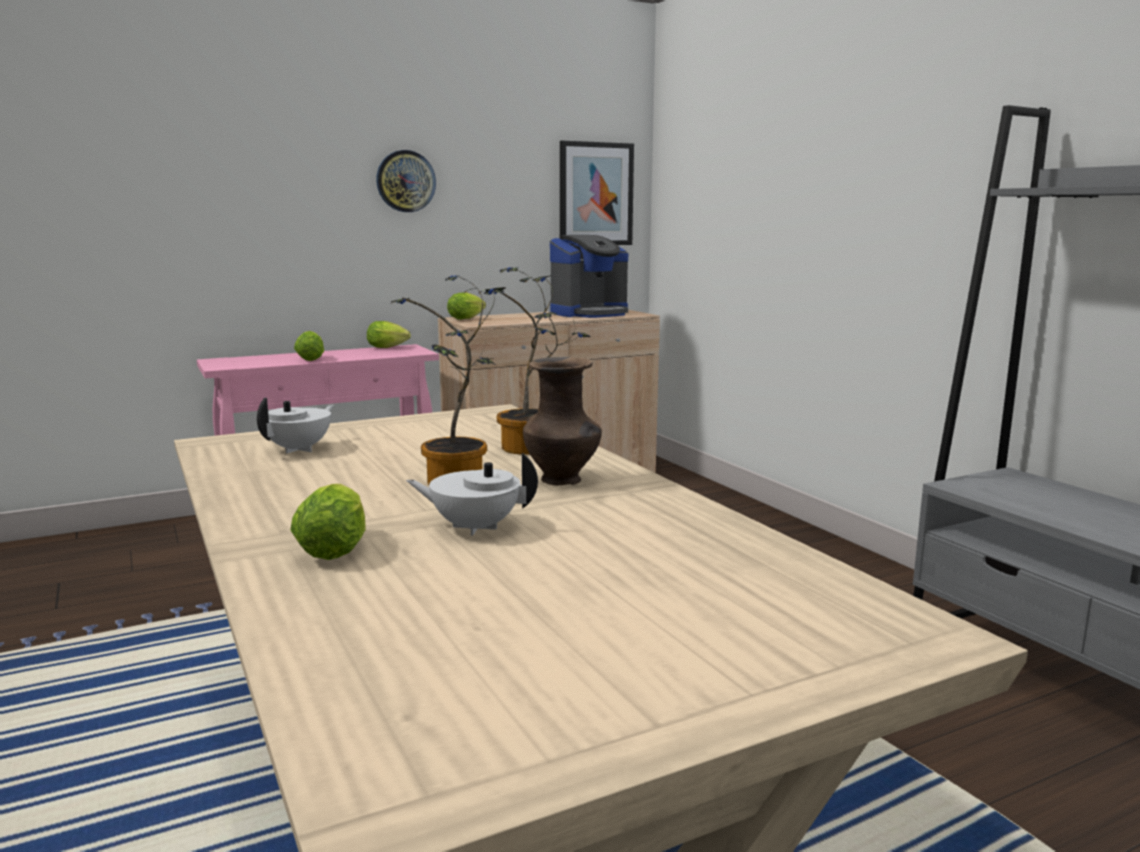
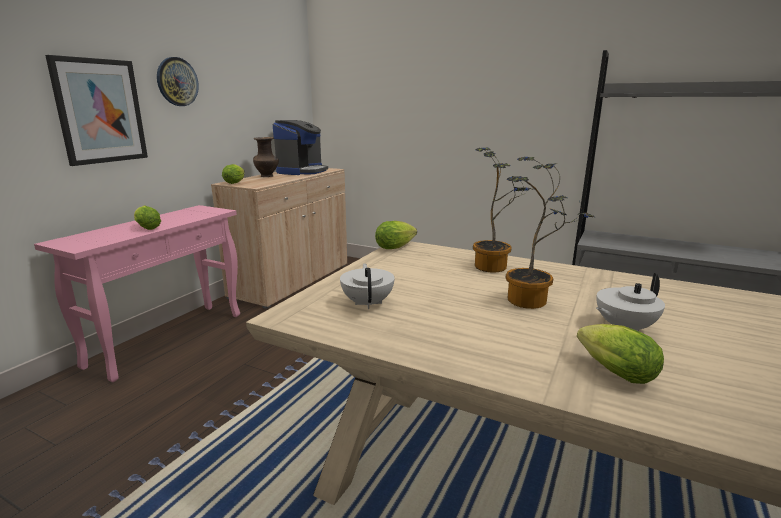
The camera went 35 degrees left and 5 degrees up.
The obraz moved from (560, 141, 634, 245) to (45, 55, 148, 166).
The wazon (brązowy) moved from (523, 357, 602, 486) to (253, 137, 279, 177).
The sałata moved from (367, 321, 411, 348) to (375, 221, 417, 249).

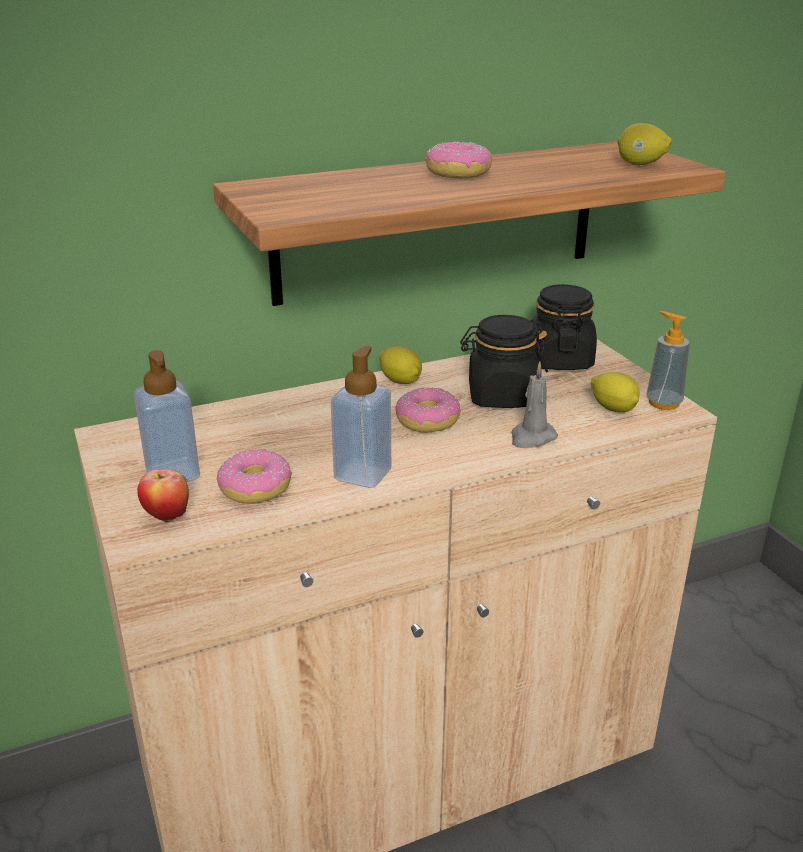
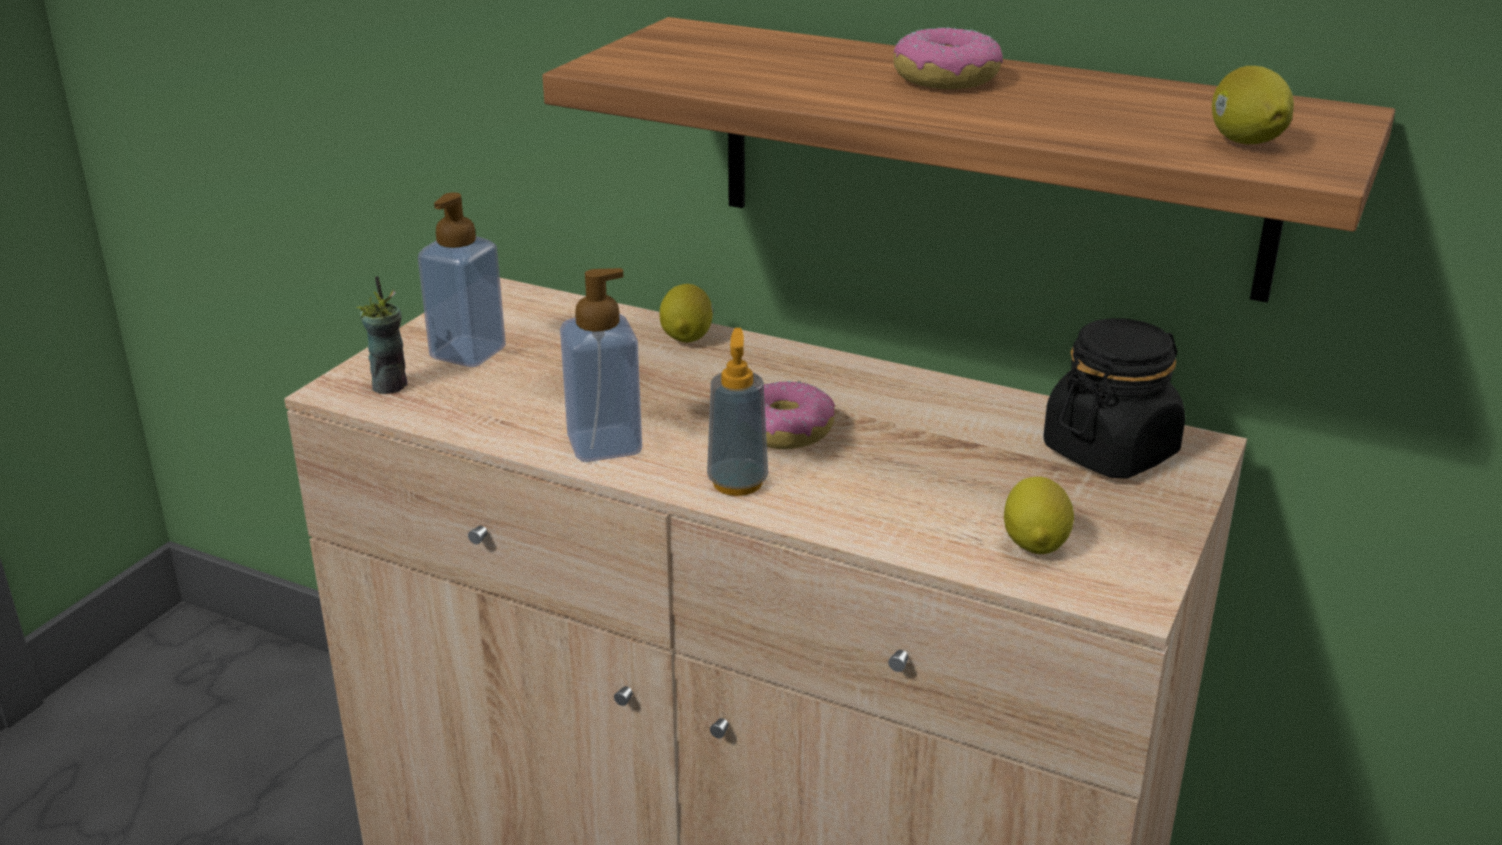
The camera went 50 degrees right and 0 degrees up.
The jabłko at (137, 469, 189, 523) was replaced by the filiżanka at (356, 276, 407, 394).
The cytryna moved from (379, 346, 422, 384) to (660, 284, 713, 343).
The dozownik mydła moved from (646, 311, 690, 410) to (707, 328, 768, 496).
The donut at (217, 449, 292, 504) disappeared.
The słoik (czarny) at (460, 315, 548, 408) disappeared.
The świeca (szary) at (511, 361, 558, 448) disappeared.

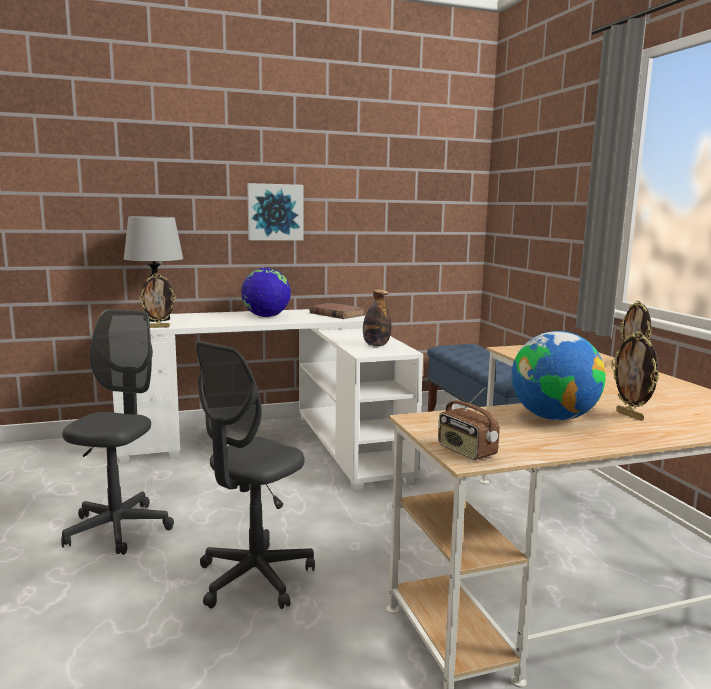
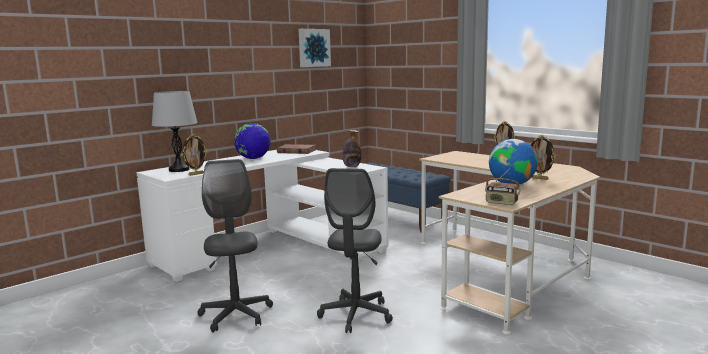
The camera went 25 degrees left and 0 degrees up.
The obraz moved from (247, 183, 303, 240) to (298, 29, 331, 67).

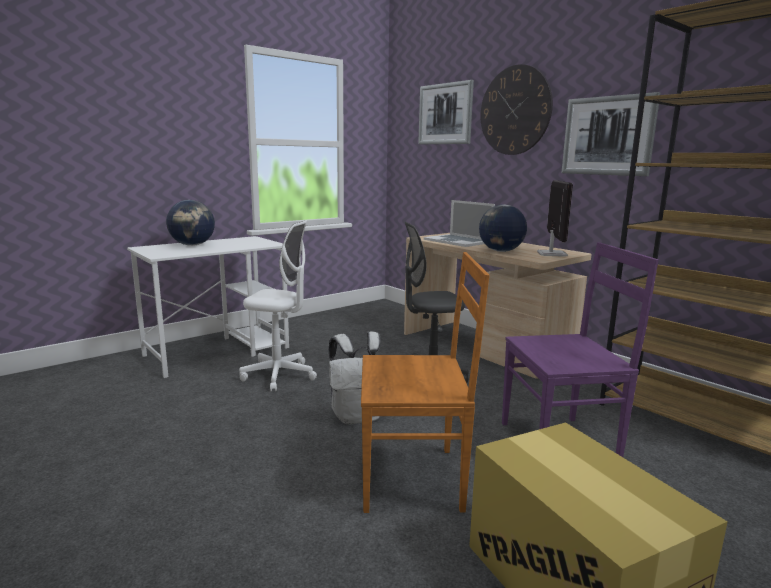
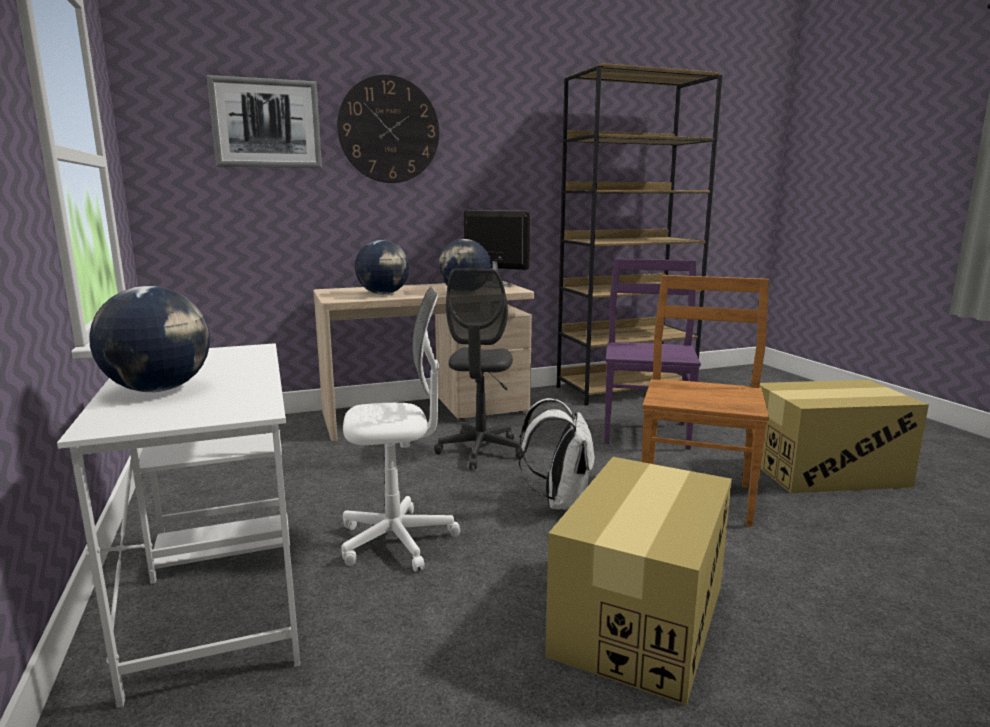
The camera went 70 degrees left and 0 degrees up.
The krzesło biurowe (biały) at (239, 221, 317, 391) turned 45 degrees clockwise.
The laptop at (424, 200, 495, 247) was replaced by the globus at (355, 240, 410, 295).
The karton at (546, 457, 732, 706) appeared.
The obraz at (561, 92, 661, 176) disappeared.

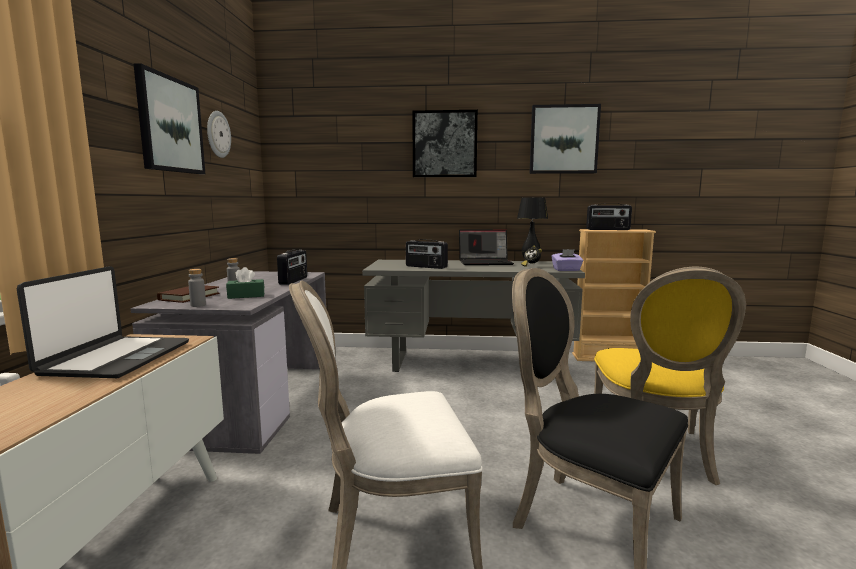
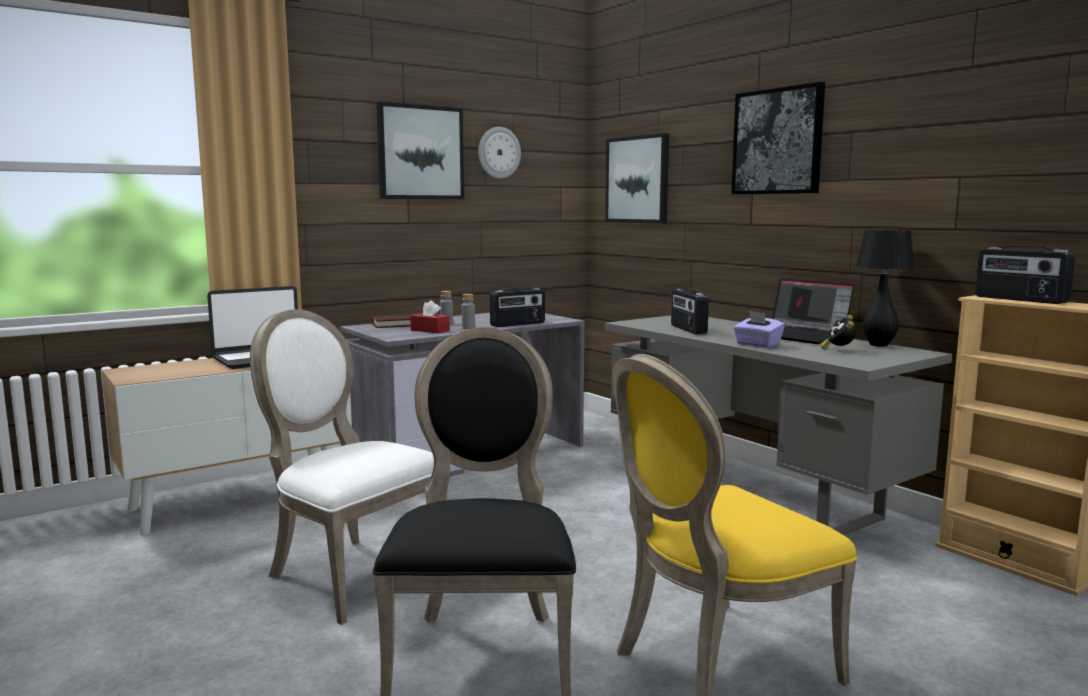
The camera went 50 degrees right and 0 degrees up.
The pudełko chusteczek (zielony) at (226, 267, 264, 299) became the pudełko chusteczek (czerwony) at (410, 300, 450, 333).
The butelka (szary) moved from (188, 269, 206, 307) to (462, 294, 475, 329).
The obraz moved from (529, 104, 601, 174) to (605, 133, 669, 223).
The pudełko chusteczek (fioletowy) moved from (551, 249, 583, 271) to (734, 311, 785, 348).

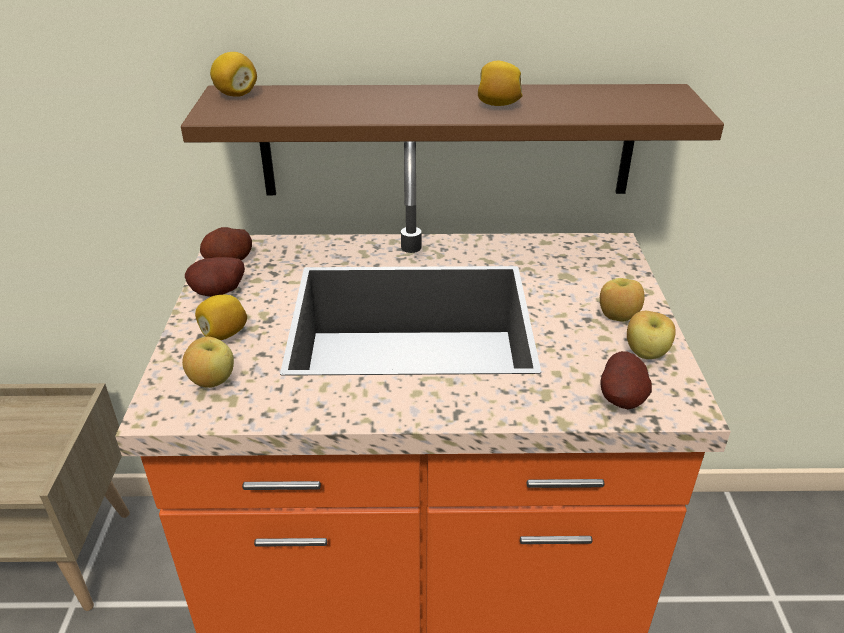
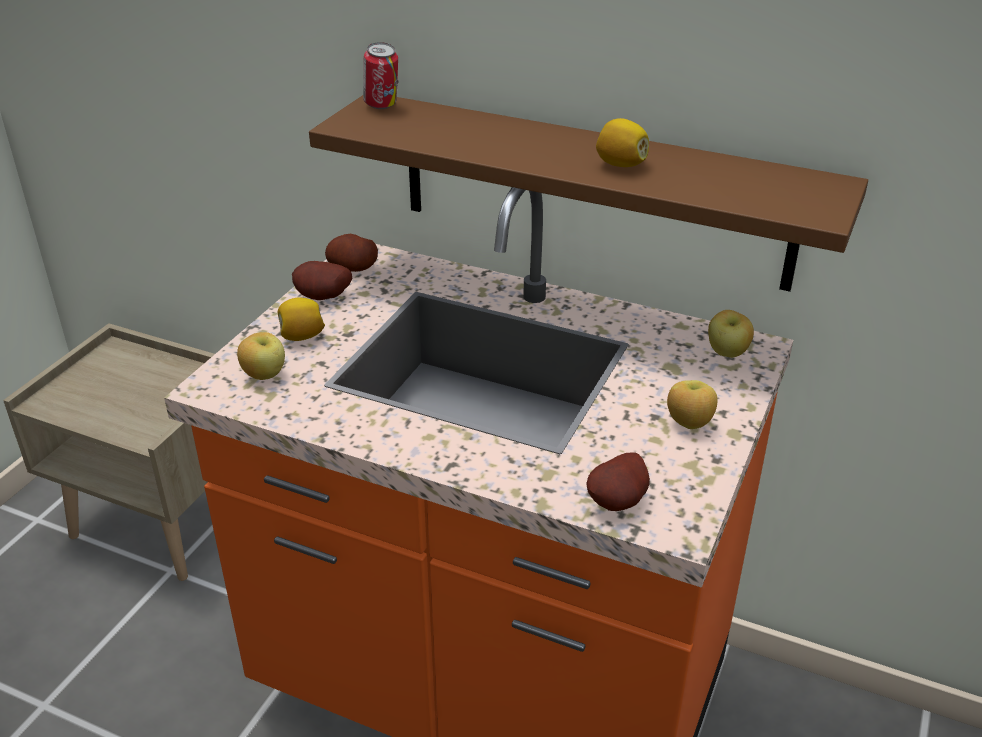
The camera went 25 degrees right and 0 degrees up.
The cytryna at (210, 52, 257, 97) was replaced by the puszka at (363, 42, 398, 109).
The jabłko moved from (627, 311, 676, 359) to (708, 310, 754, 358).

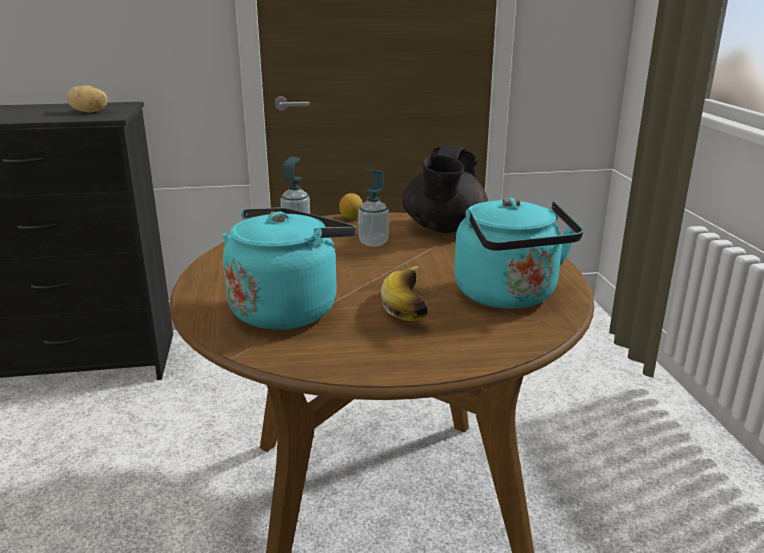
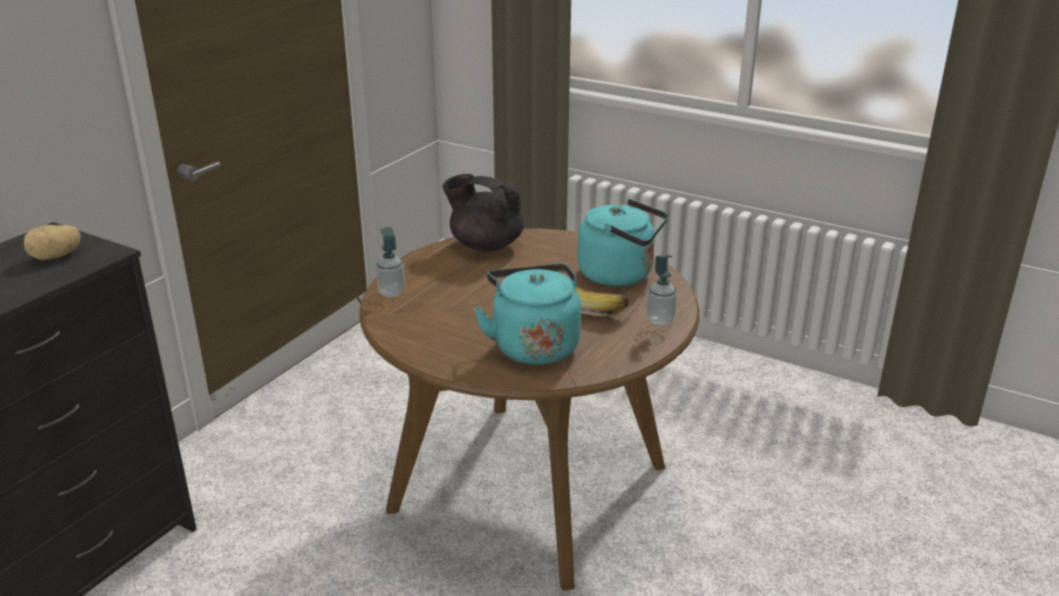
The camera went 50 degrees left and 5 degrees up.
The imbryk (czarny) at (402, 145, 488, 233) turned 150 degrees clockwise.
The dozownik mydła moved from (358, 168, 389, 247) to (646, 255, 677, 326).
The cytryna at (339, 193, 363, 219) disappeared.

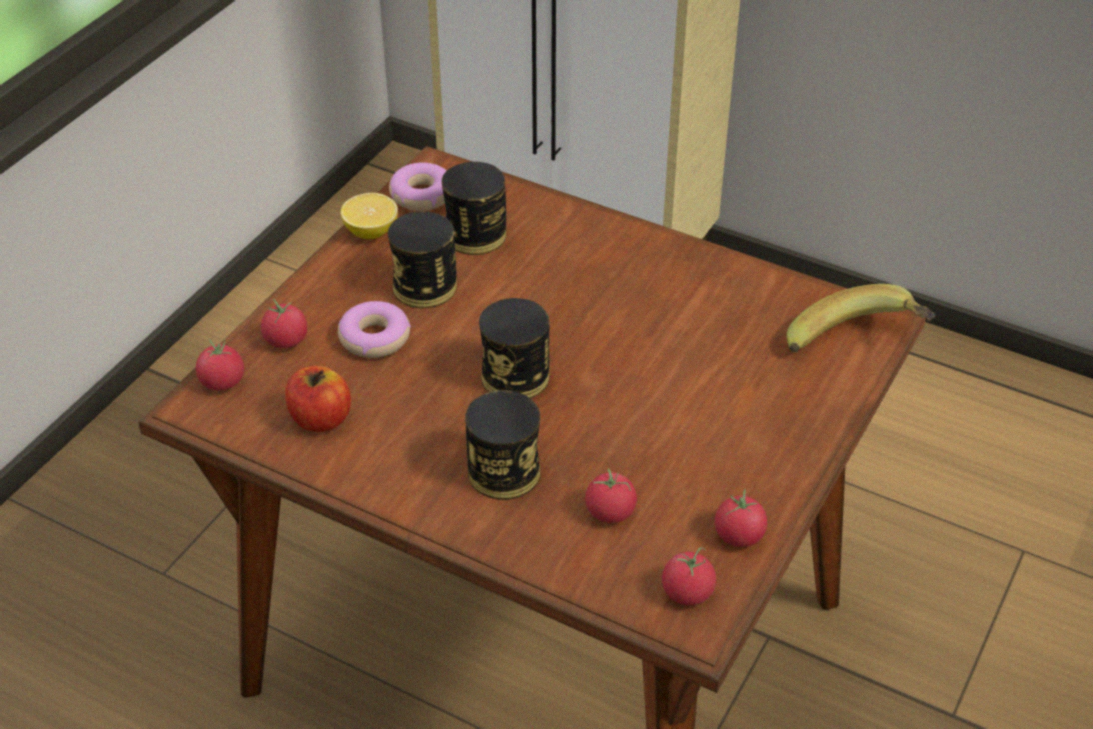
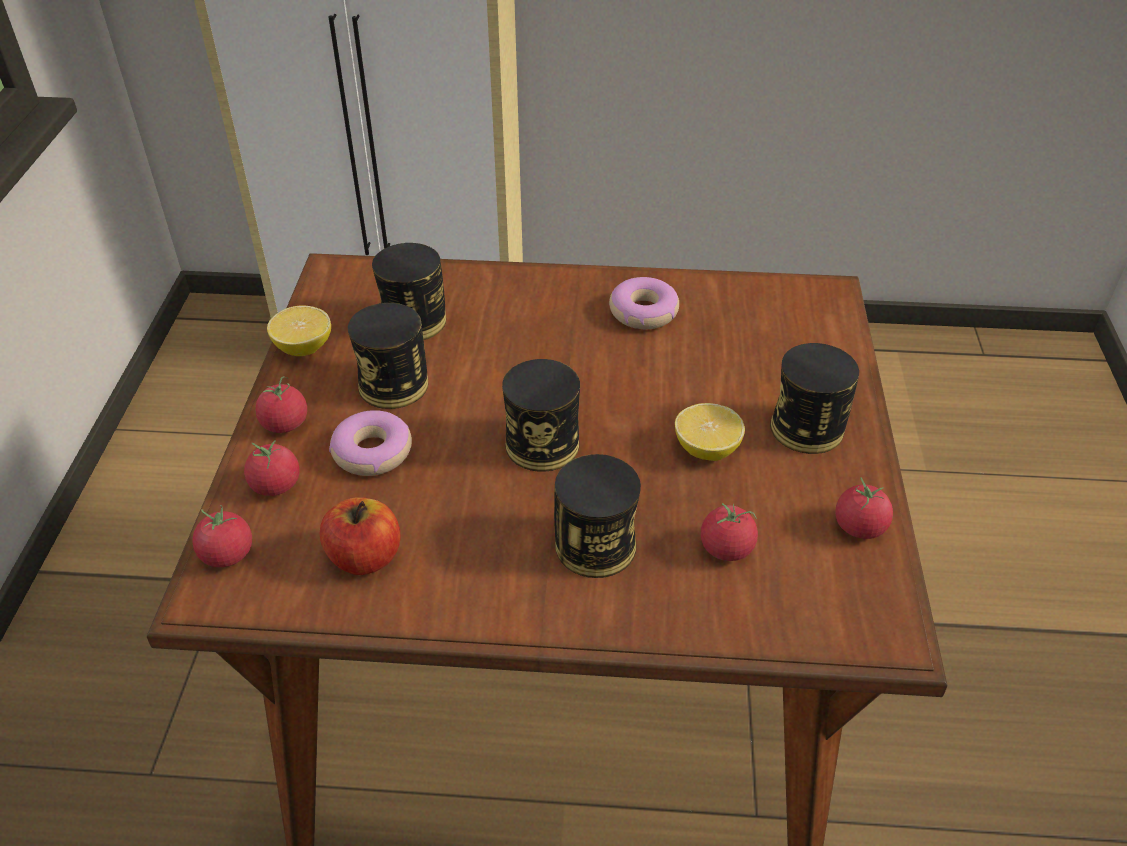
The camera went 25 degrees left and 0 degrees up.
The pomidor moved from (662, 547, 716, 606) to (255, 376, 307, 433).
The donut moved from (389, 162, 447, 211) to (609, 277, 679, 329).
The cytryna at (675, 403, 745, 461) appeared.
The puszka at (770, 343, 859, 454) appeared.
The banan at (786, 284, 935, 352) disappeared.

